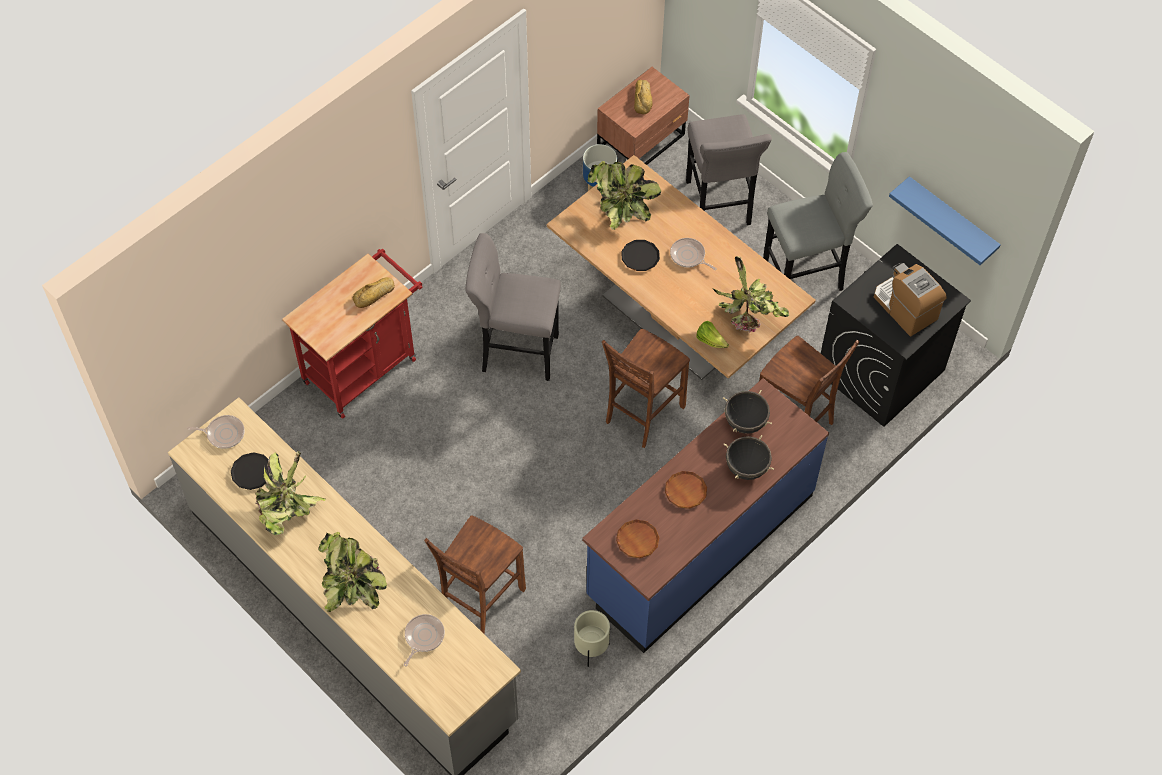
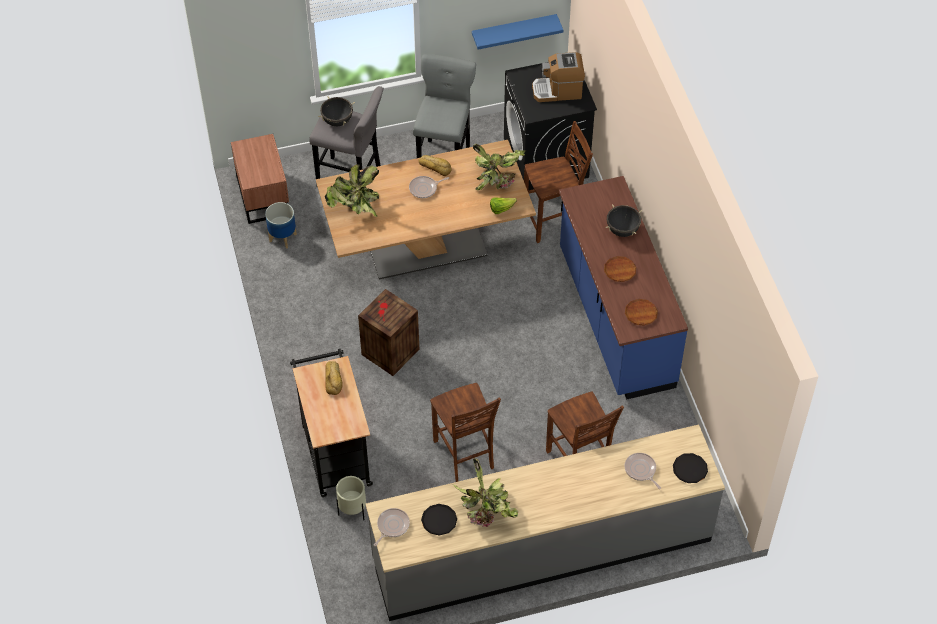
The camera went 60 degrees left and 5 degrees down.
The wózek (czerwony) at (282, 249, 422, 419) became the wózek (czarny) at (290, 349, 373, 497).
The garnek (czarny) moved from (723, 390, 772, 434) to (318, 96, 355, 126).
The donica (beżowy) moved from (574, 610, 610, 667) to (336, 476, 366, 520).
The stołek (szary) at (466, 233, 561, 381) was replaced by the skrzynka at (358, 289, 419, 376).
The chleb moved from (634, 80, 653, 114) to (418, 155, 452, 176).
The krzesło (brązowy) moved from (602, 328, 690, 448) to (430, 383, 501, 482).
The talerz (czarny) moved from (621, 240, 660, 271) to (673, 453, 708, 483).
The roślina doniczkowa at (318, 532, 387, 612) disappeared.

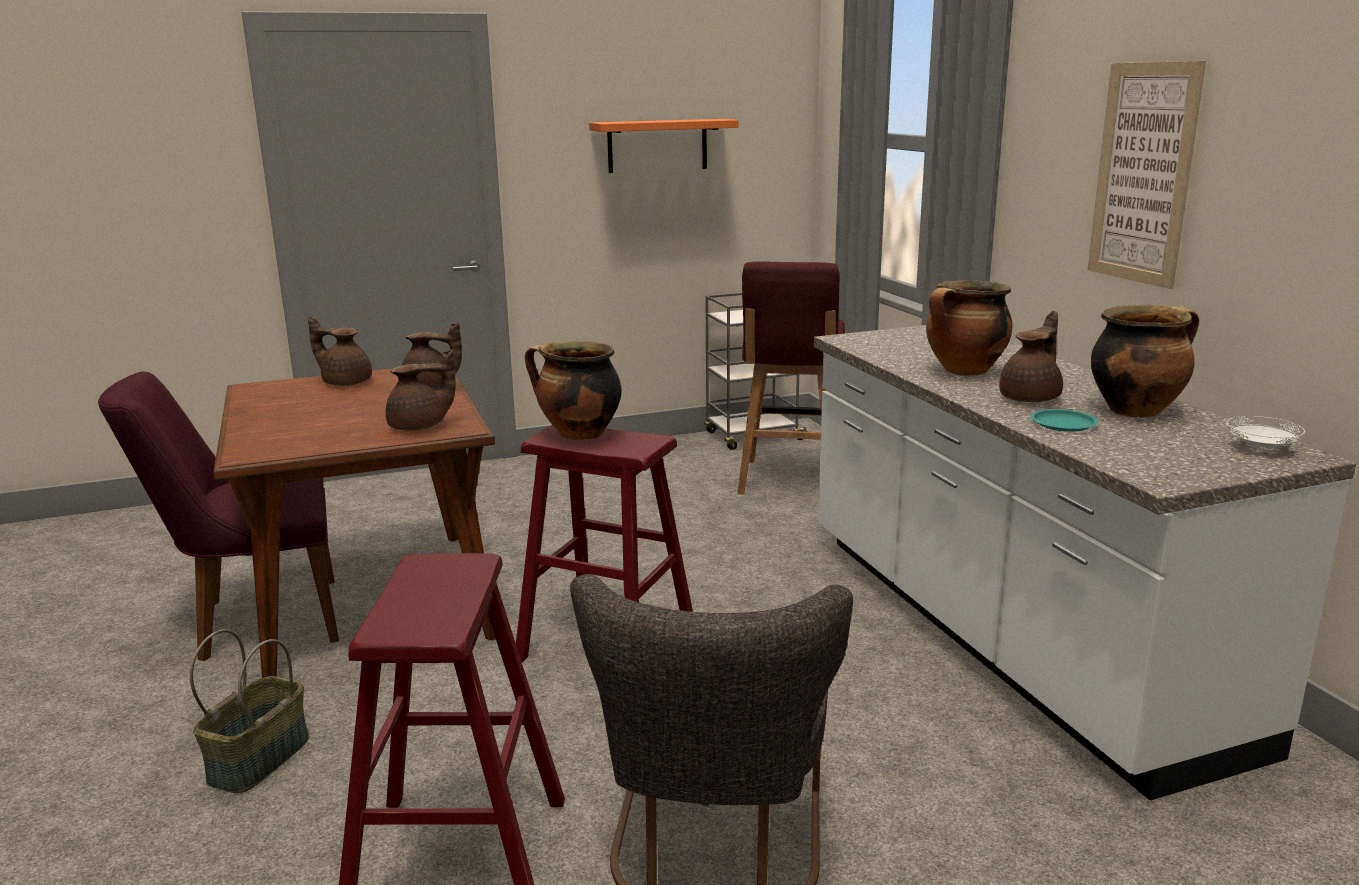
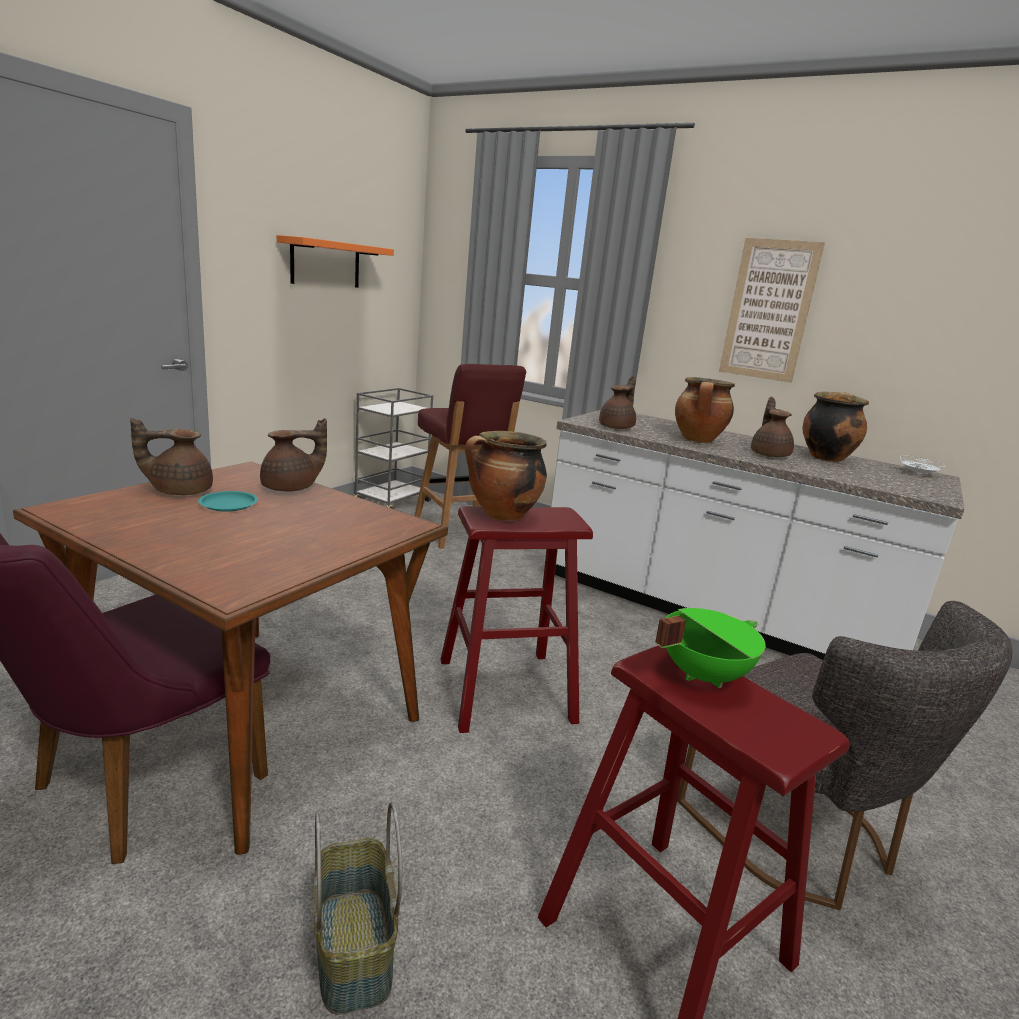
The camera went 40 degrees left and 0 degrees up.
The talerz (turkusowy) moved from (1030, 409, 1098, 432) to (198, 491, 258, 512).
The imbryk (brązowy) moved from (386, 349, 456, 431) to (599, 376, 636, 429).
The garnek (zielony) at (655, 608, 766, 688) appeared.

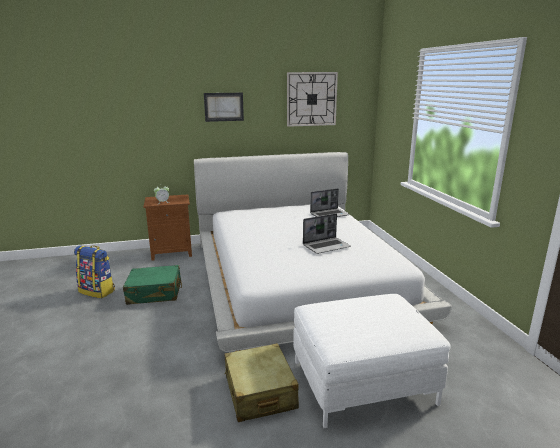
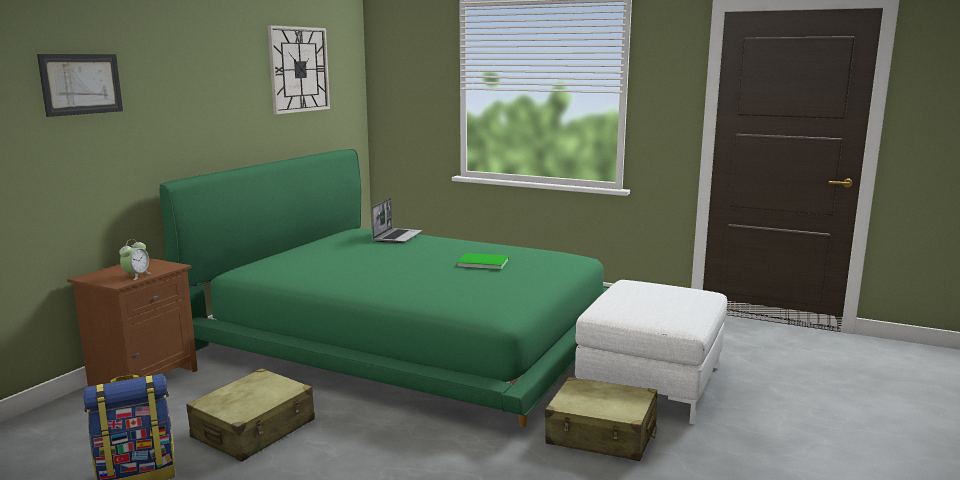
The camera went 50 degrees left and 5 degrees down.
The obraz moved from (204, 93, 244, 122) to (37, 54, 123, 117).
The łóżko (biały) at (194, 152, 452, 352) became the łóżko (zielony) at (159, 149, 610, 427).
The walizka (zielony) at (123, 265, 182, 305) became the walizka (beżowy) at (186, 368, 315, 462).
The laptop at (303, 213, 351, 254) was replaced by the książka (zielony) at (457, 253, 509, 270).

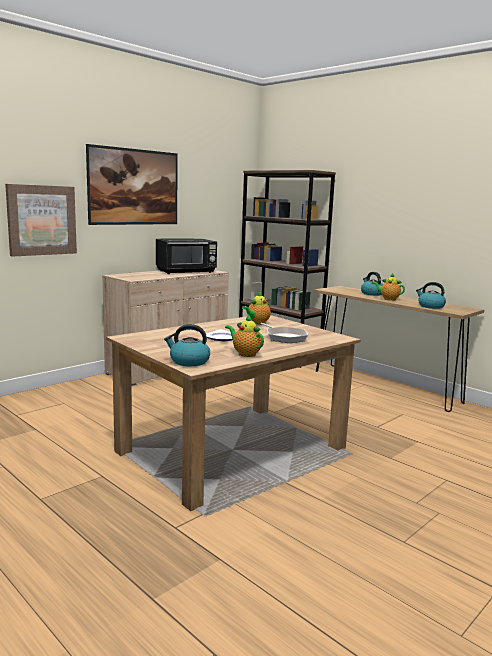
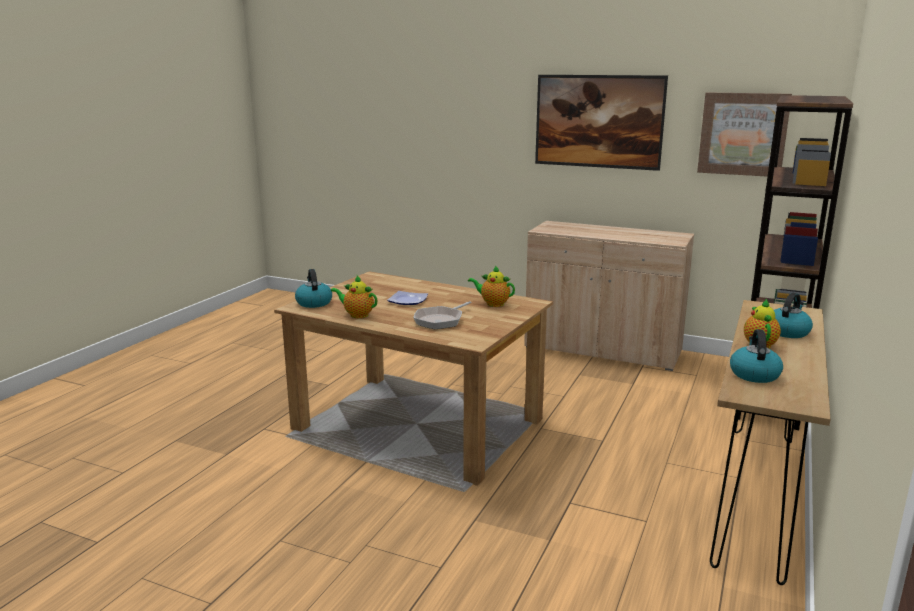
The camera went 70 degrees right and 5 degrees up.
The imbryk at (225, 314, 264, 357) turned 90 degrees counterclockwise.
The obraz moved from (5, 184, 77, 257) to (697, 92, 792, 177).
The mikrofalówka (czarny) at (156, 238, 217, 274) disappeared.

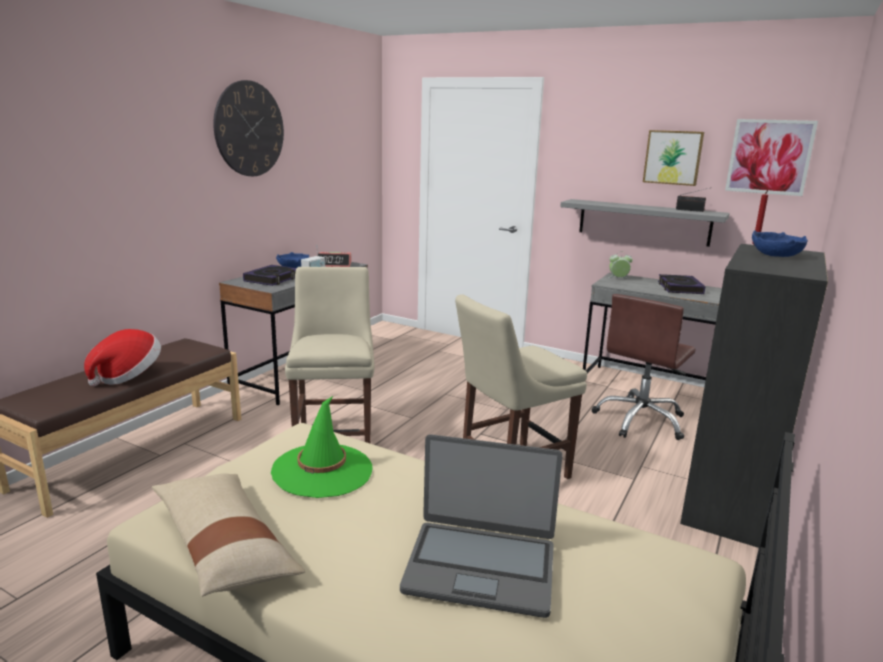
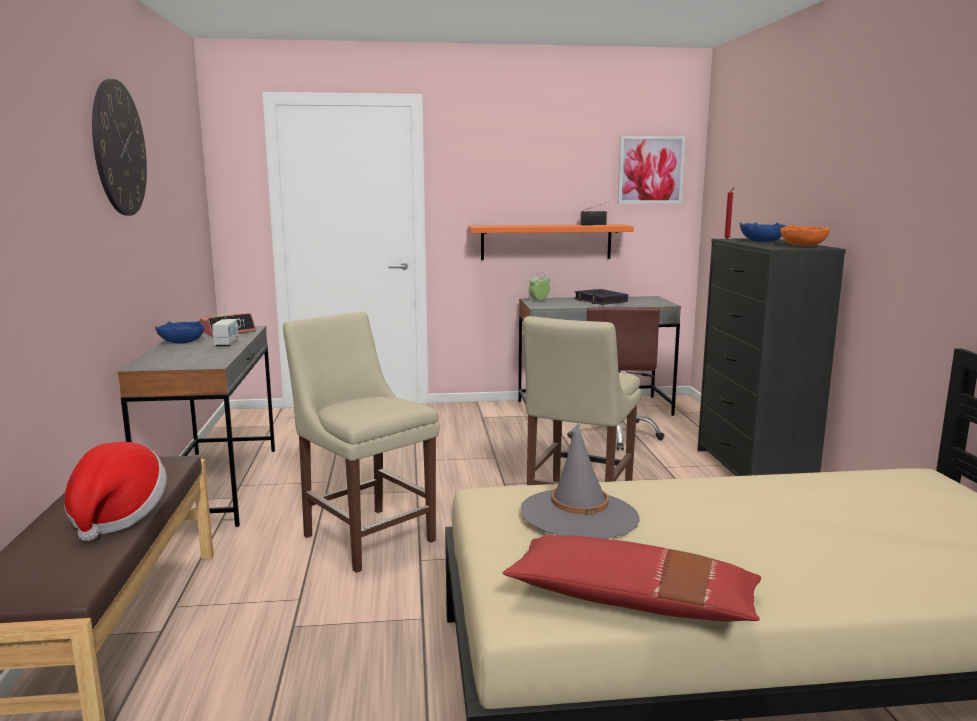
The camera went 35 degrees left and 5 degrees down.
The półka (szary) at (560, 199, 730, 247) became the półka (pomarańczowy) at (468, 224, 634, 260).
The poduszka (beżowy) at (152, 473, 305, 597) became the poduszka (czerwony) at (502, 535, 761, 622).
The kapelusz (zielony) at (271, 396, 372, 498) became the kapelusz (szary) at (521, 424, 640, 539).
The miska (pomarańczowy) at (780, 224, 830, 246) appeared.
The książka at (243, 265, 297, 286) disappeared.
The laptop at (400, 434, 563, 618) disappeared.
The obraz at (643, 130, 704, 186) disappeared.

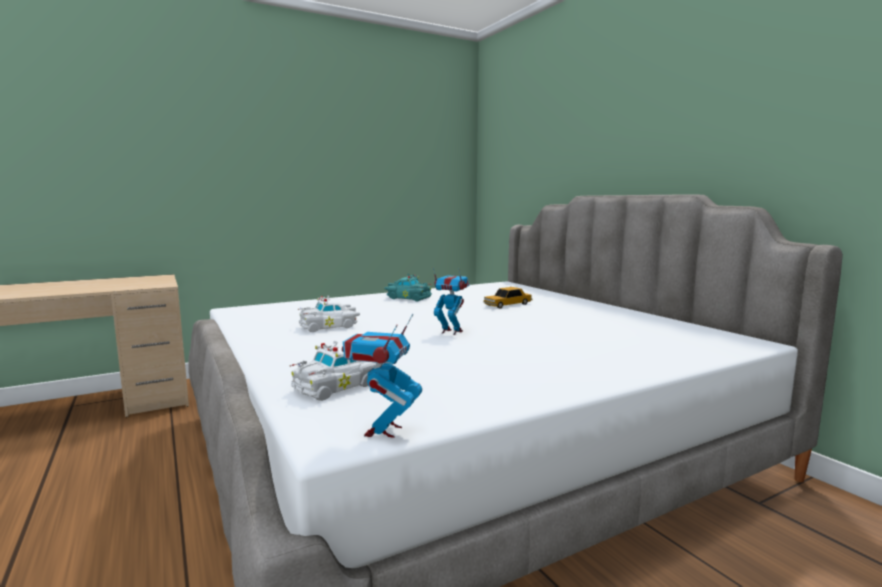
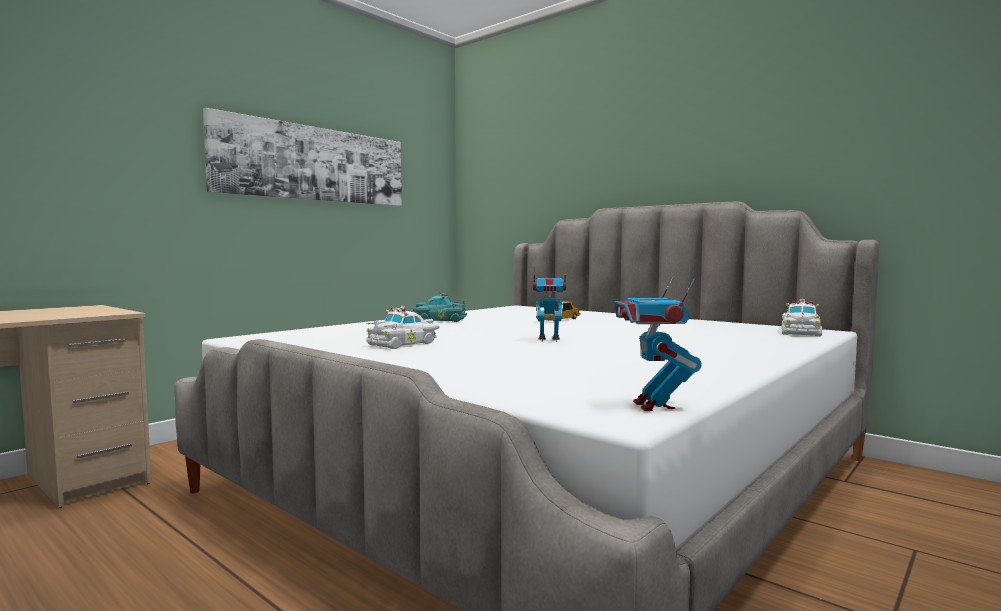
The camera went 20 degrees left and 5 degrees down.
The obraz at (203, 108, 402, 206) appeared.
The samochodzik (biały) moved from (289, 341, 376, 401) to (782, 299, 822, 336).

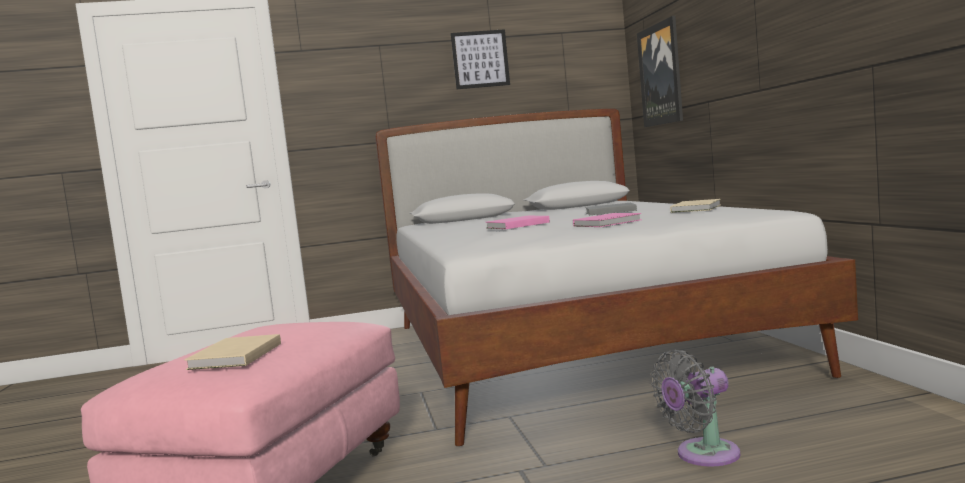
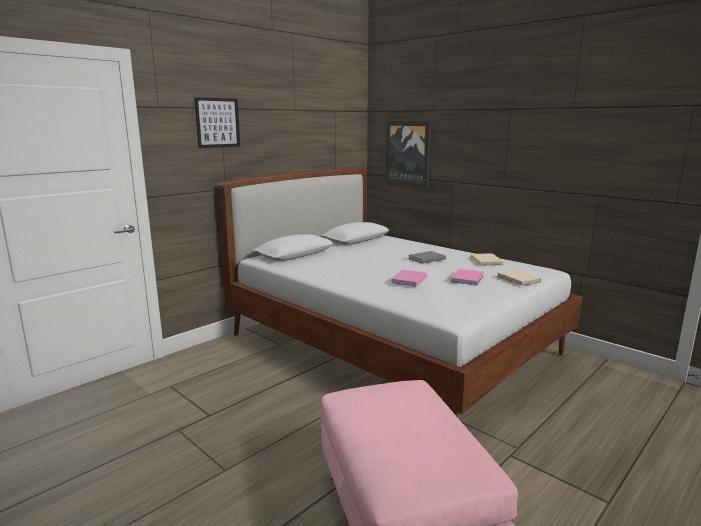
The camera went 35 degrees left and 10 degrees up.
The obraz moved from (451, 29, 510, 89) to (194, 97, 240, 148).
The książka (beżowy) moved from (185, 334, 281, 370) to (497, 269, 541, 286).
The wentylator (szary) at (651, 350, 741, 466) disappeared.

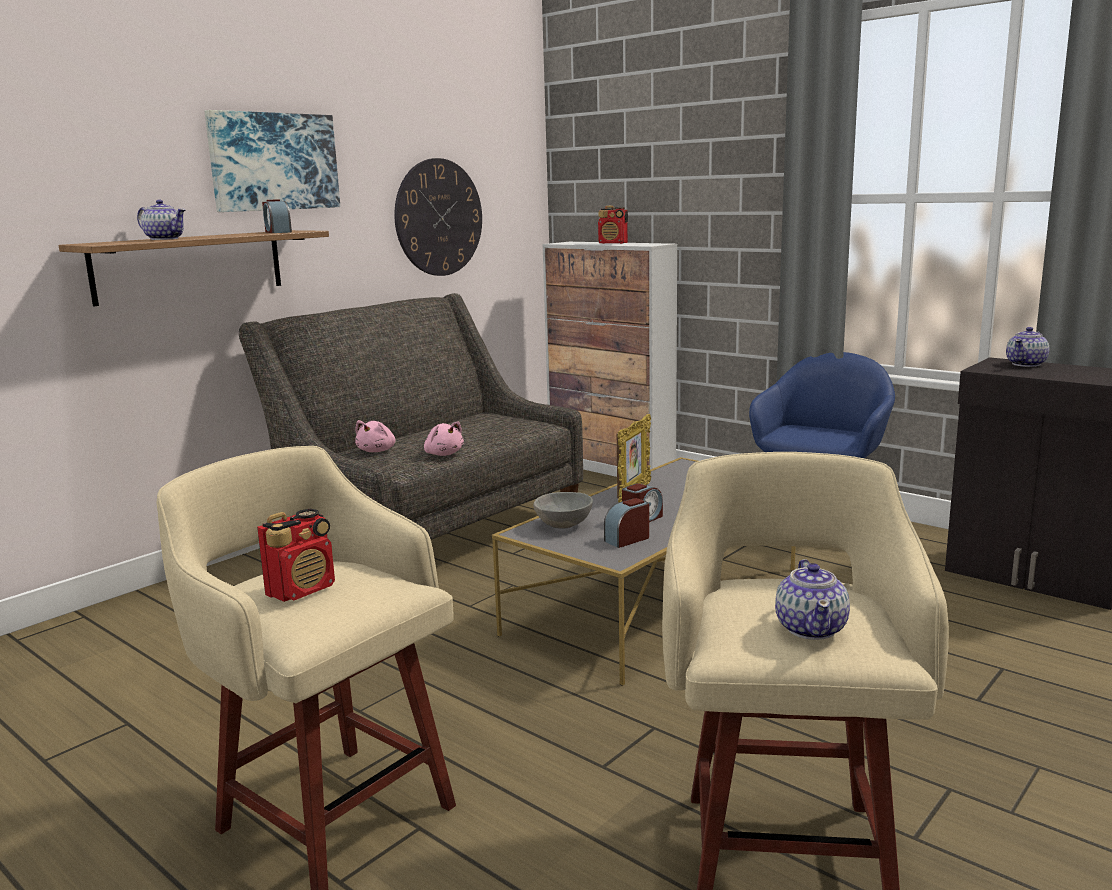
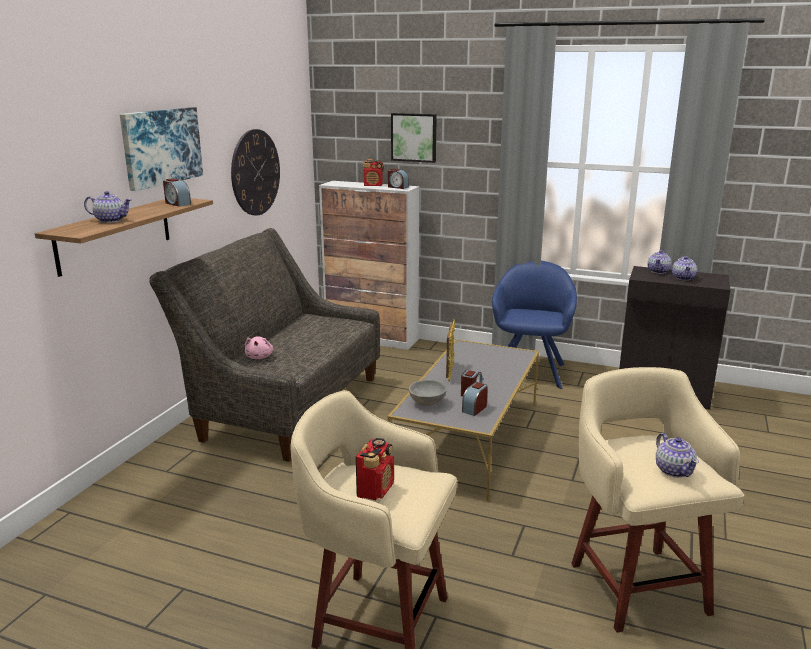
The camera went 20 degrees left and 5 degrees up.
The budzik at (388, 169, 409, 189) appeared.
The obraz at (391, 113, 437, 163) appeared.
The imbryk at (672, 256, 697, 280) appeared.
The pluszak (różowy) at (424, 421, 464, 456) disappeared.

